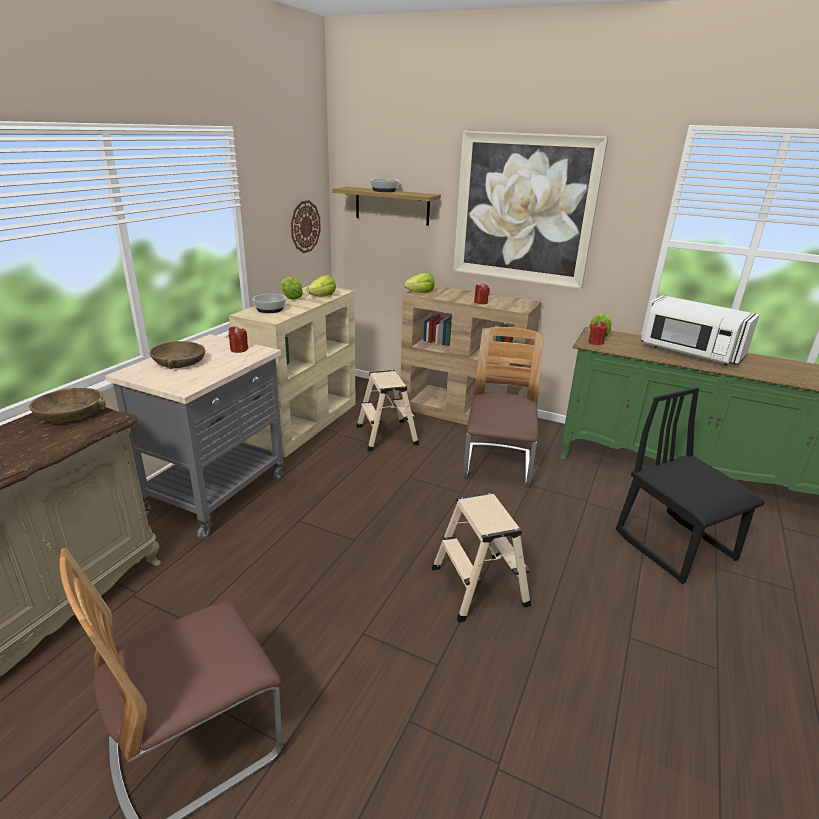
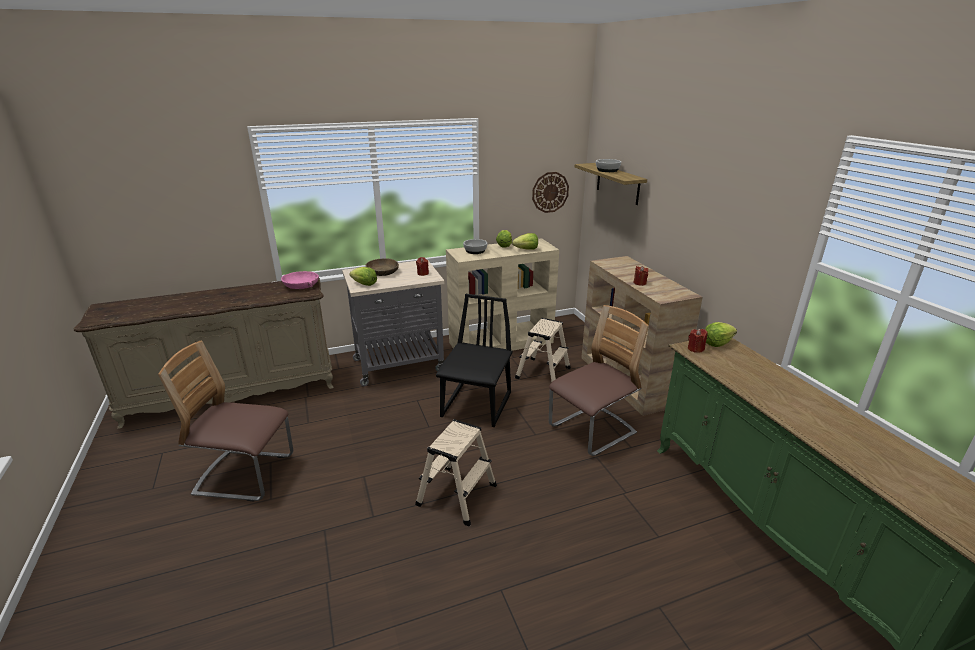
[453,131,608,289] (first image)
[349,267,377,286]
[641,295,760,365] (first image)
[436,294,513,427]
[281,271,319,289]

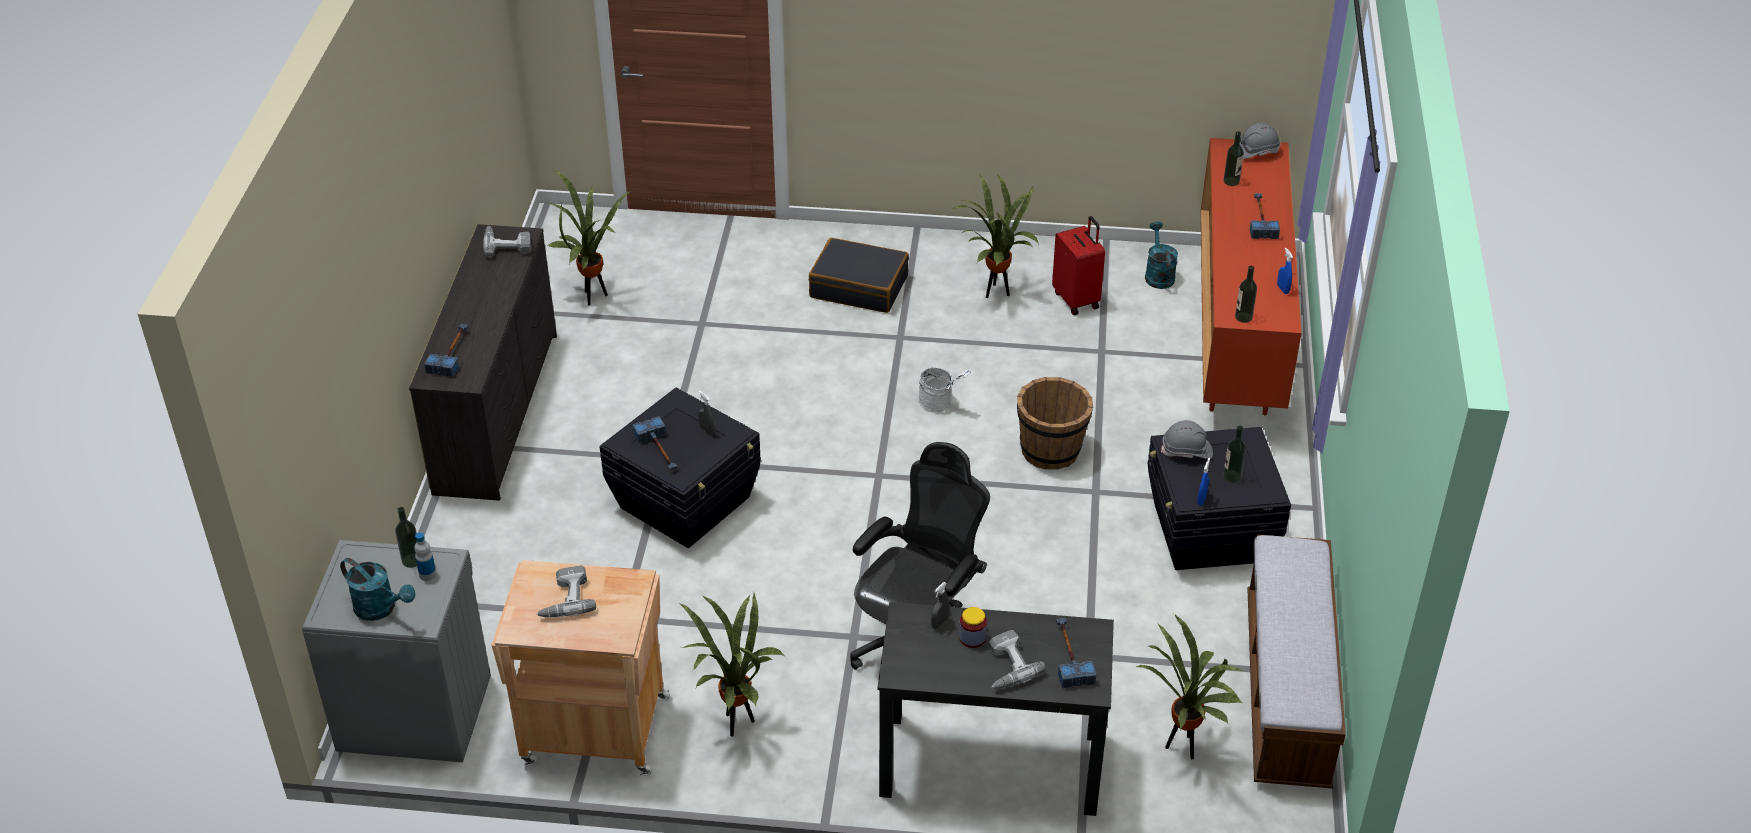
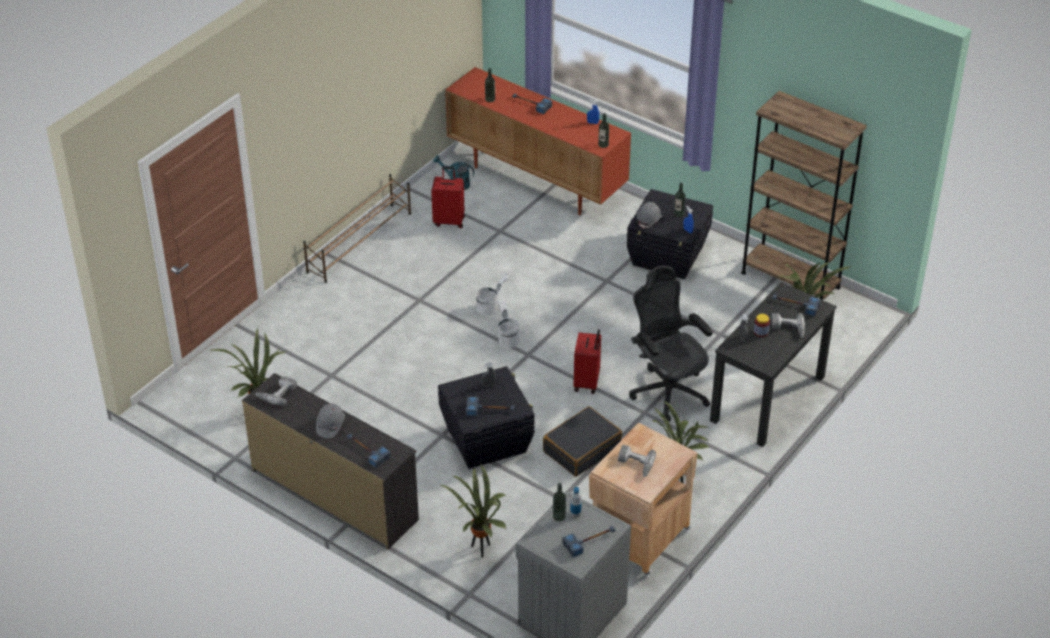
[316,404,345,438]
[441,463,507,558]
[543,406,622,477]
[1017,377,1093,469] (first image)
[741,91,867,300]
[563,526,615,557]
[303,174,411,283]
[498,300,519,348]
[574,329,601,394]

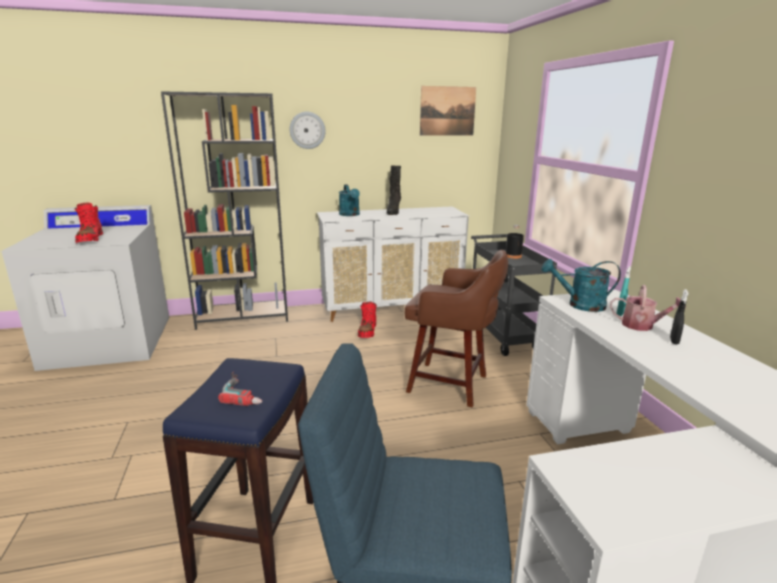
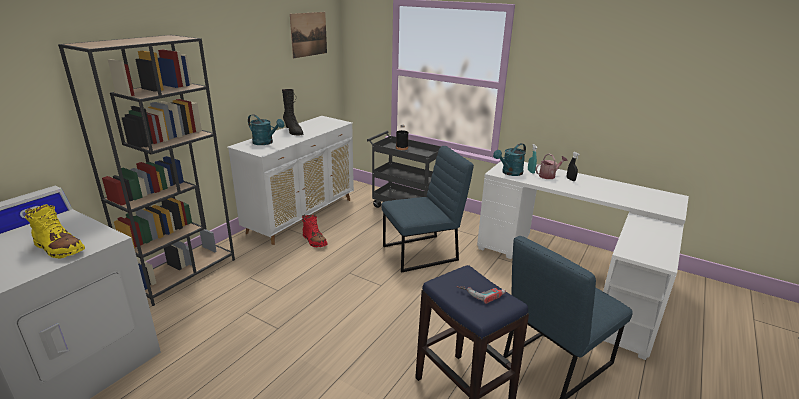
[289,112,326,149] (first image)
[25,204,85,259]
[381,146,474,272]

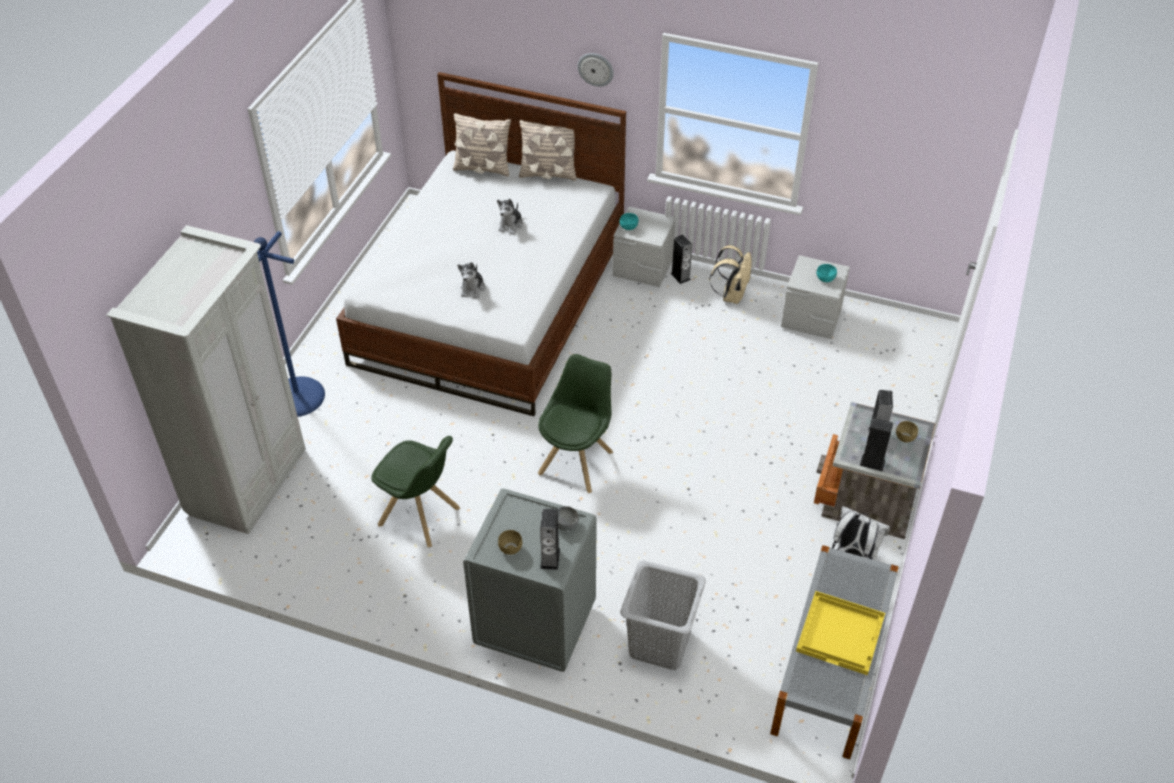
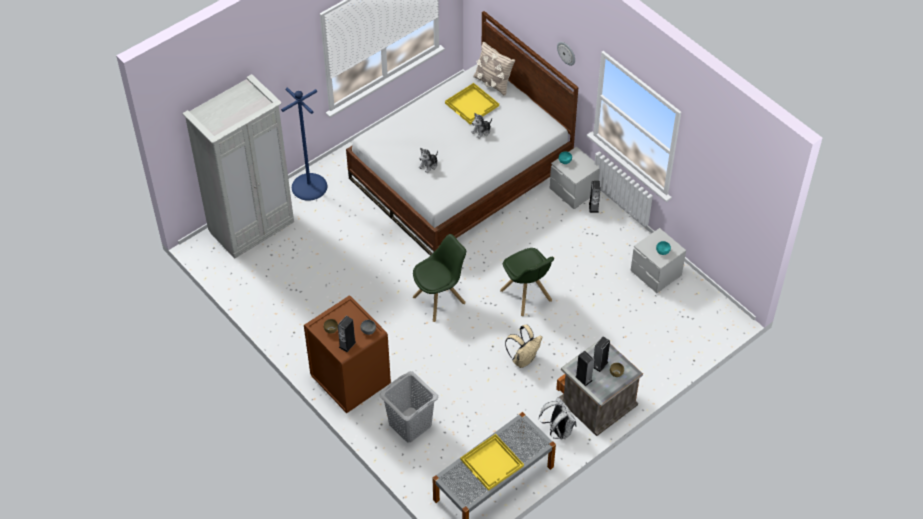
[519,120,577,181] (first image)
[505,325,542,368]
[500,248,554,316]
[304,295,391,413]
[445,83,499,125]

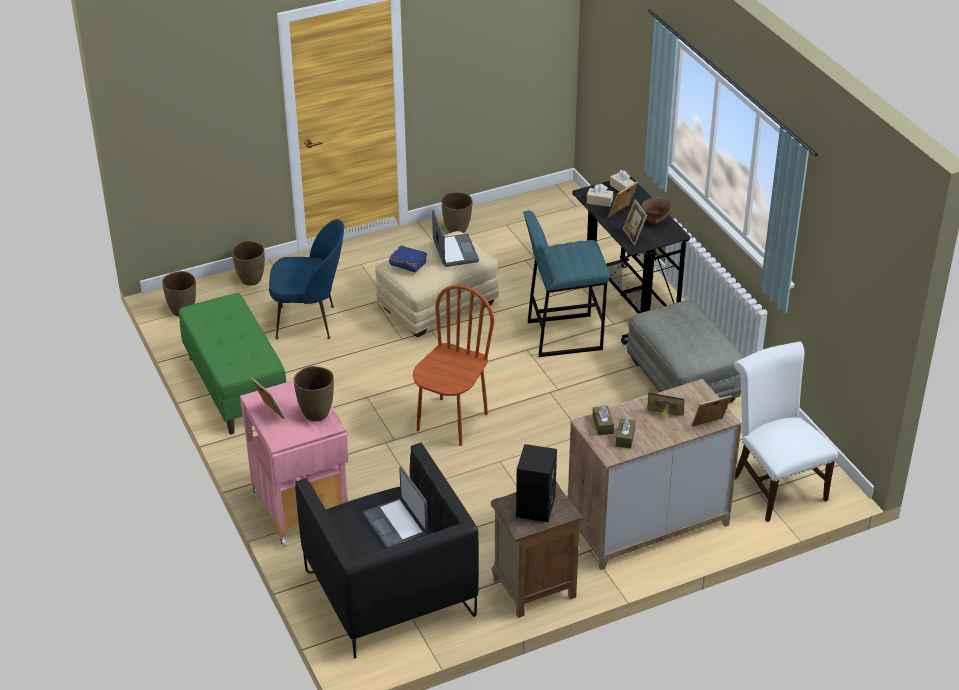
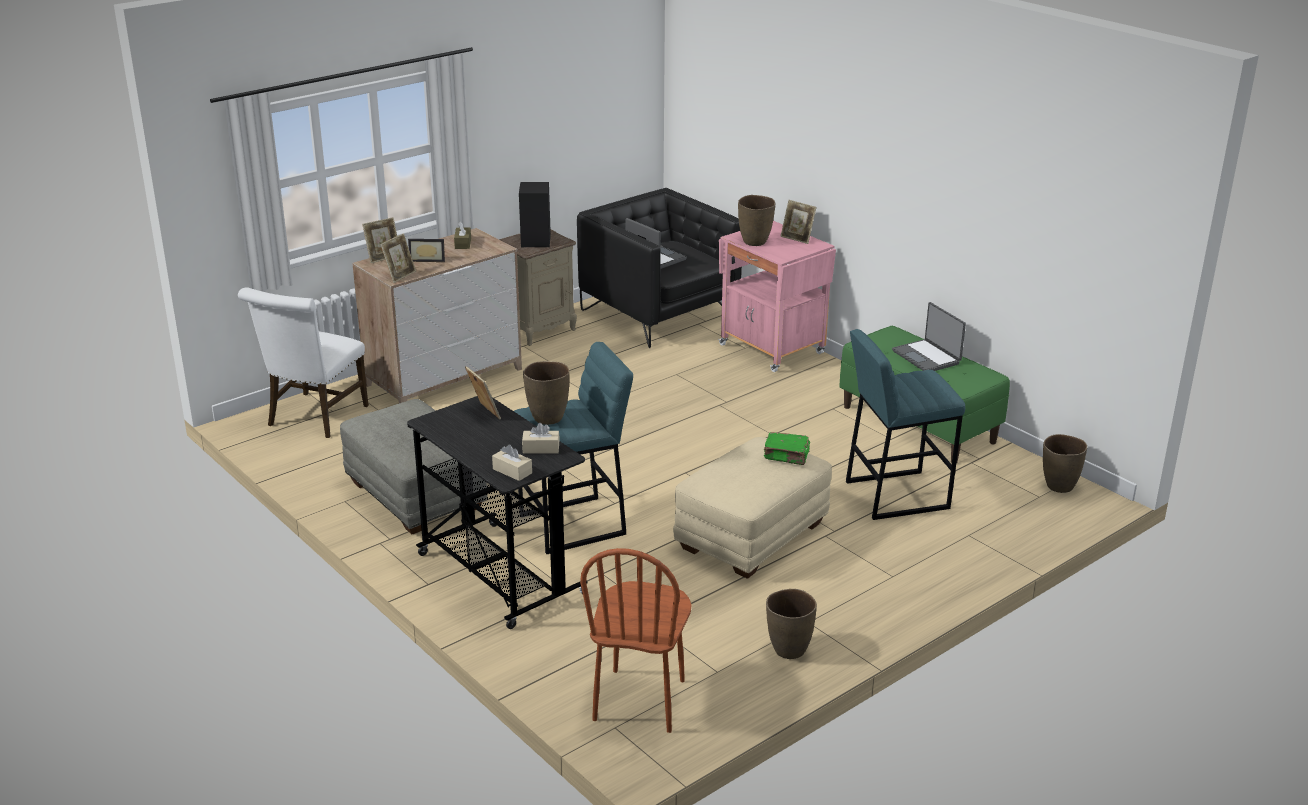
[381,233,416,283]
[642,197,671,224] (first image)
[892,302,966,371]
[846,329,965,520]
[523,361,570,425]
[764,432,810,465]
[580,548,692,733]
[238,287,369,438]
[592,404,614,435] (first image)

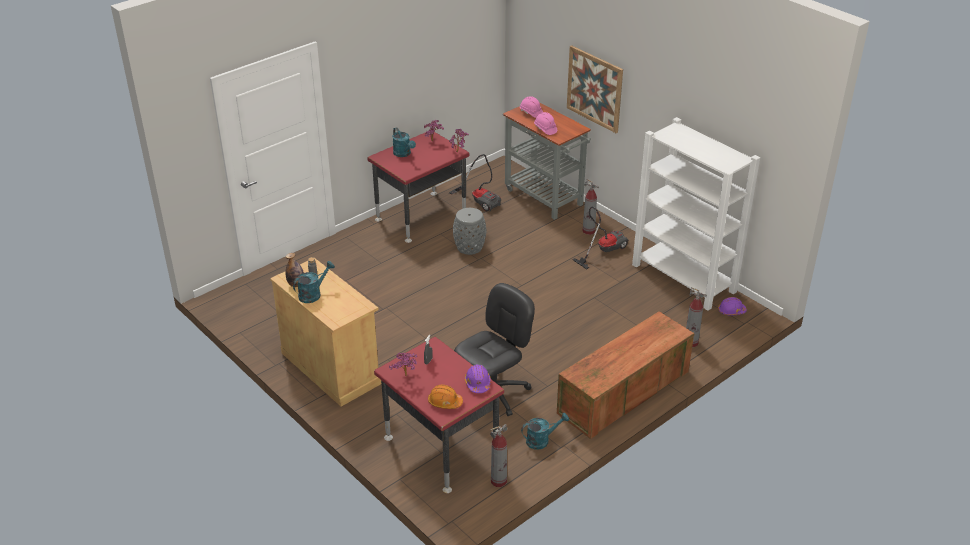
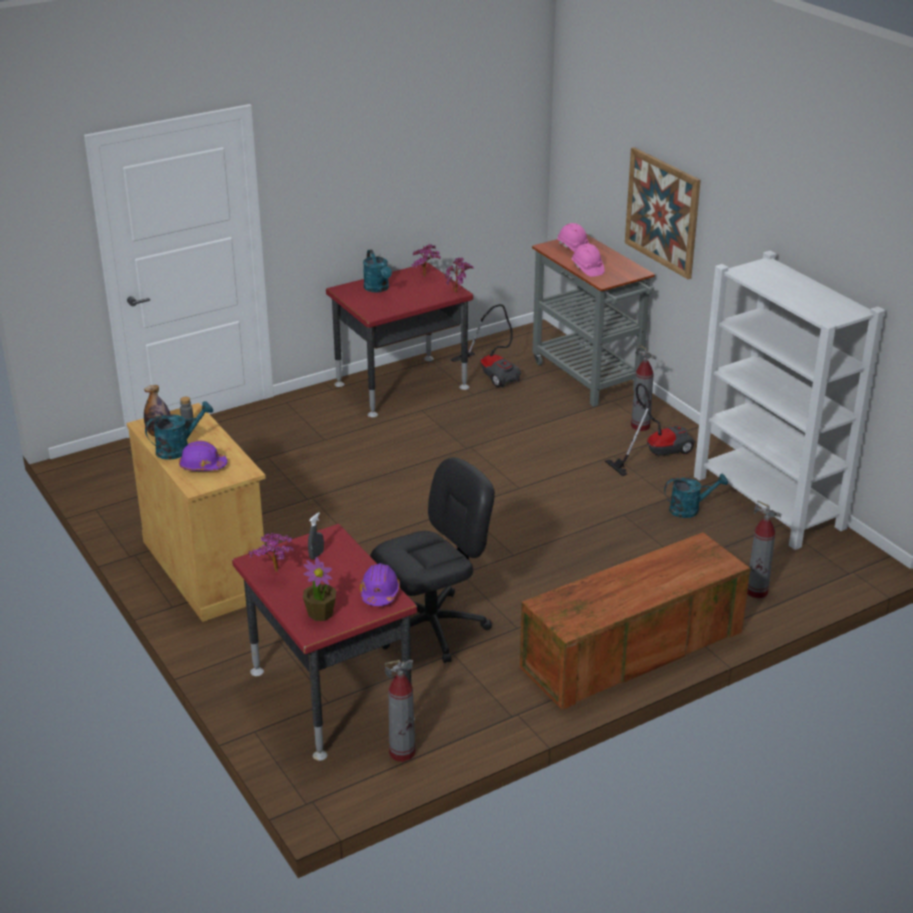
[453,208,486,255] (first image)
[179,441,228,471]
[303,557,336,621]
[664,474,728,518]

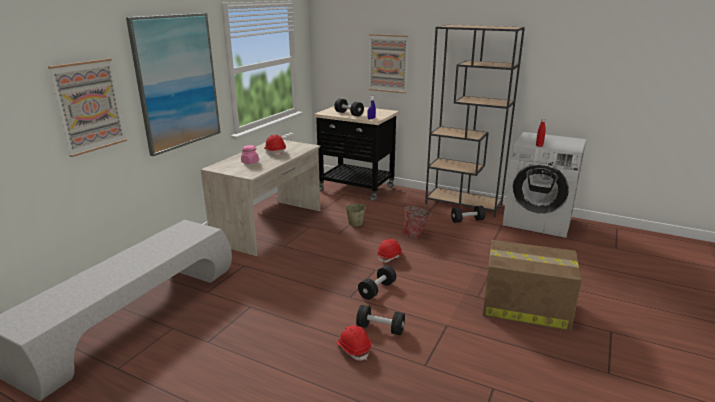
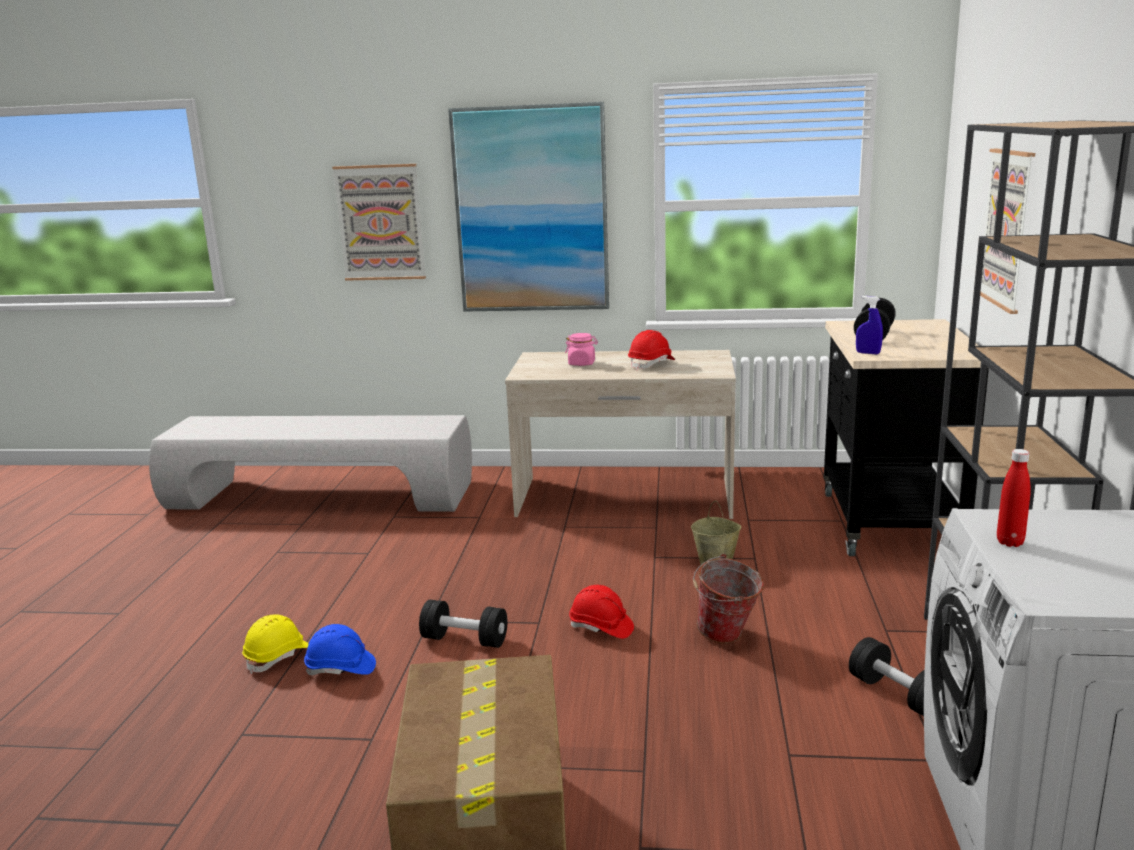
[304,624,376,675]
[242,614,309,674]

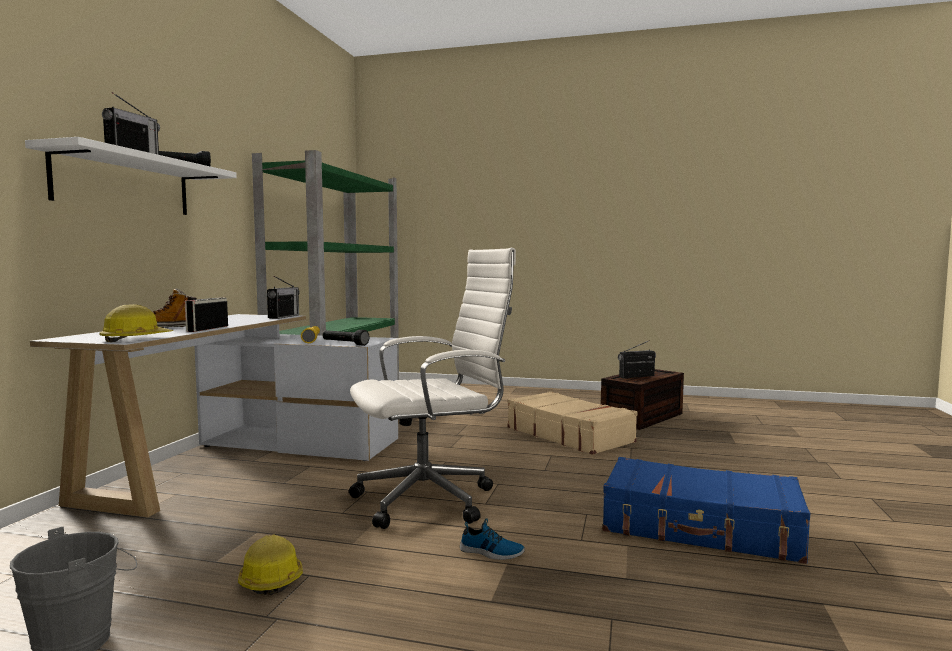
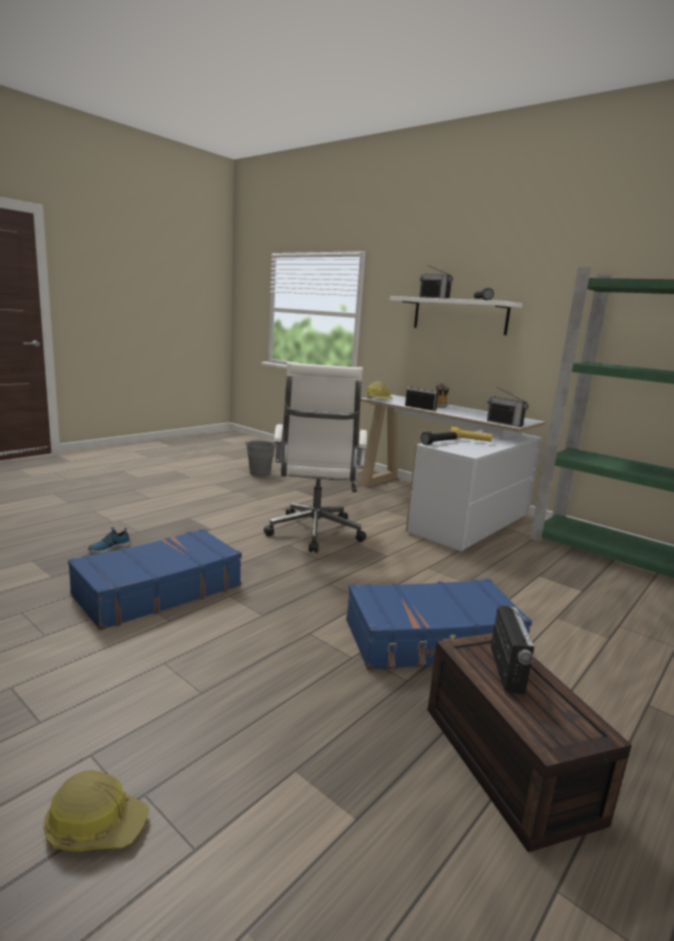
[346,579,532,670]
[88,527,131,553]
[43,770,149,851]

